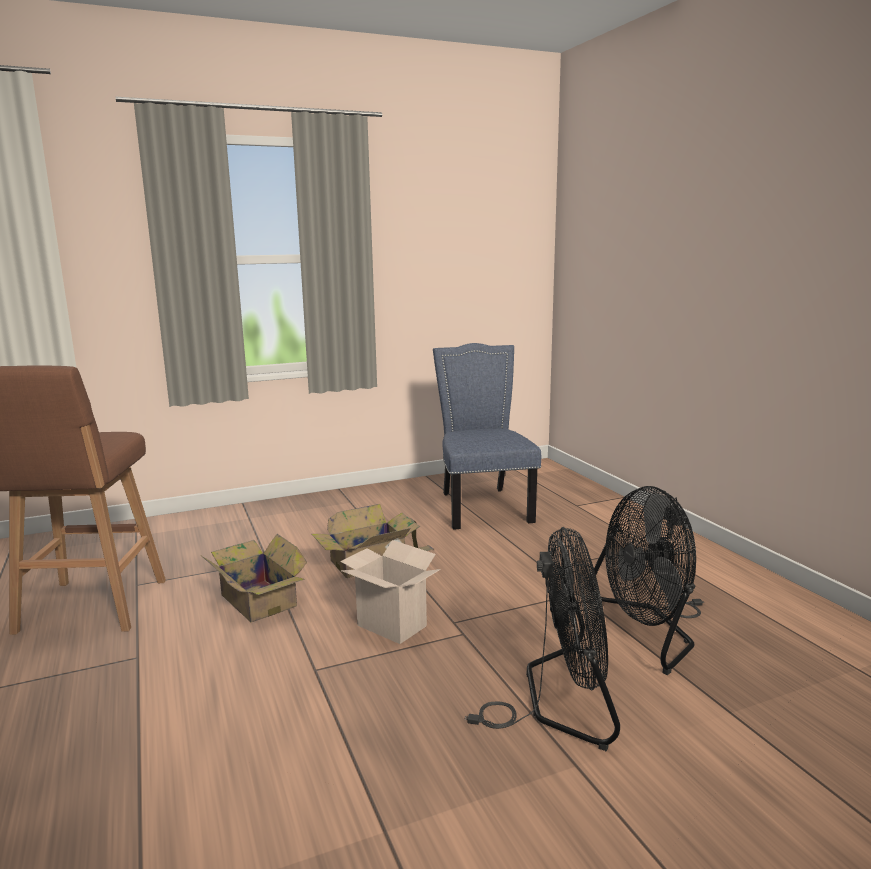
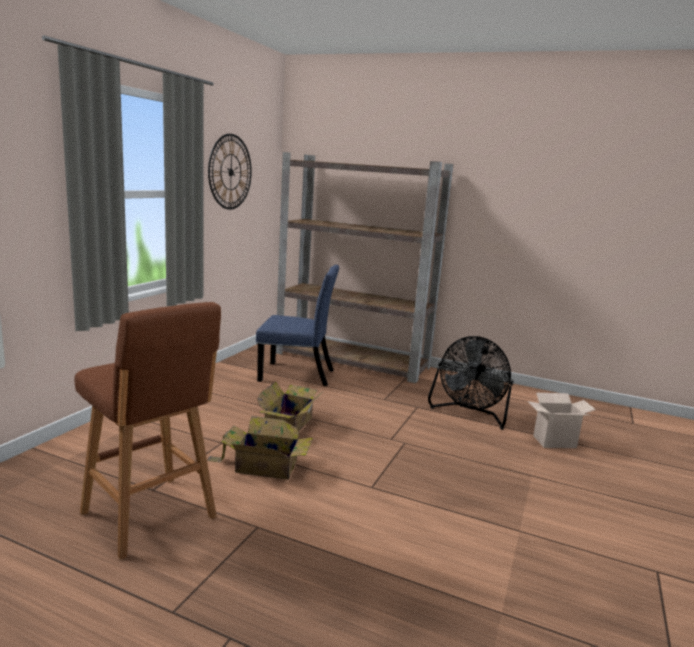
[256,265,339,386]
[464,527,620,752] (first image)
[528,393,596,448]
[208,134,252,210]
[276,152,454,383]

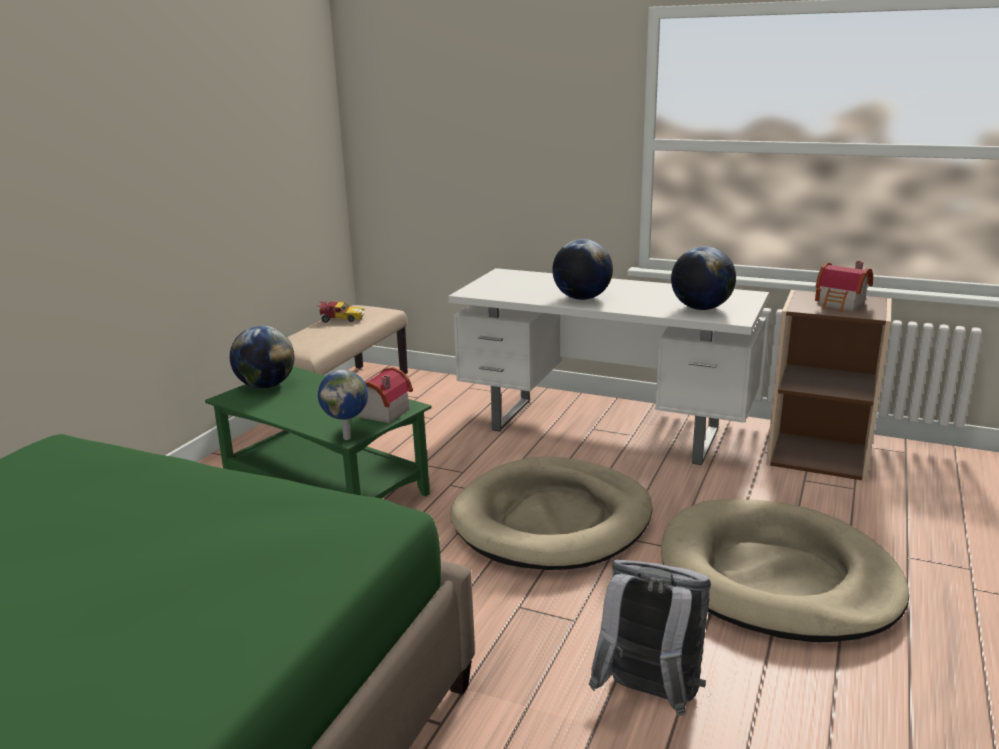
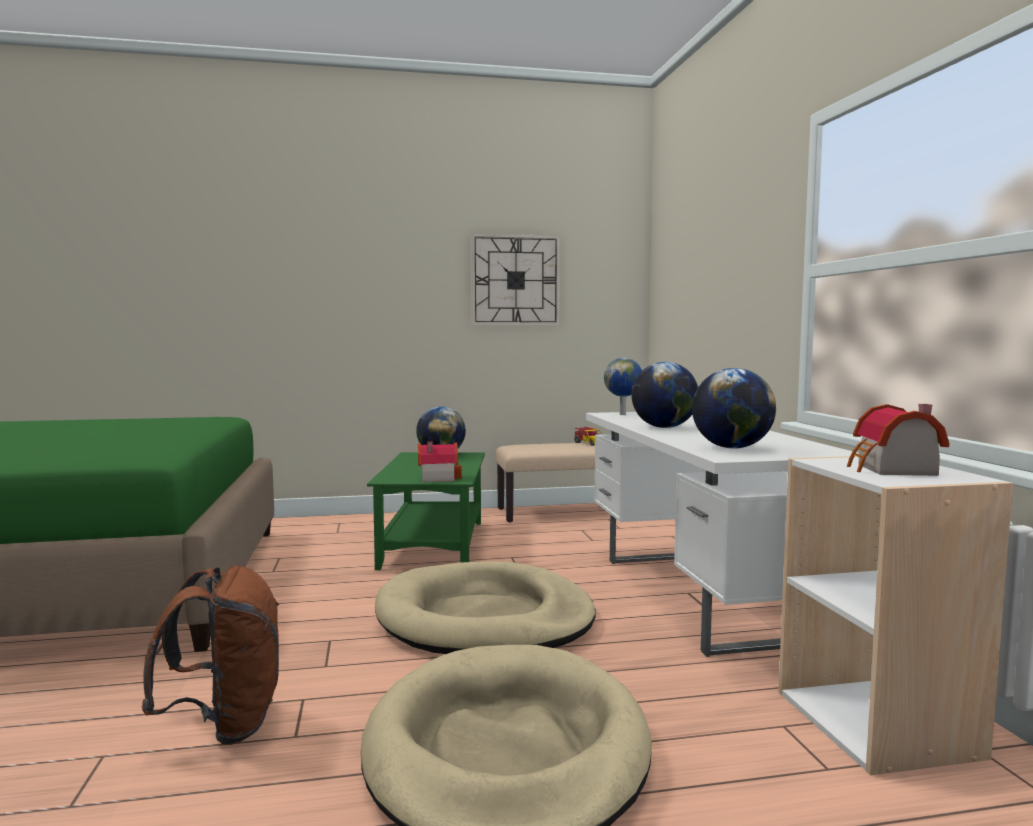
[778,456,1013,775]
[604,358,642,415]
[141,566,279,745]
[471,233,560,326]

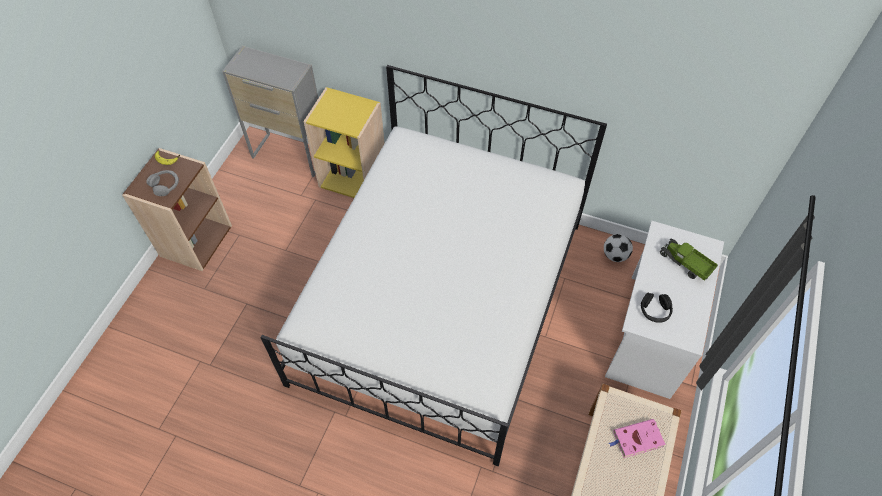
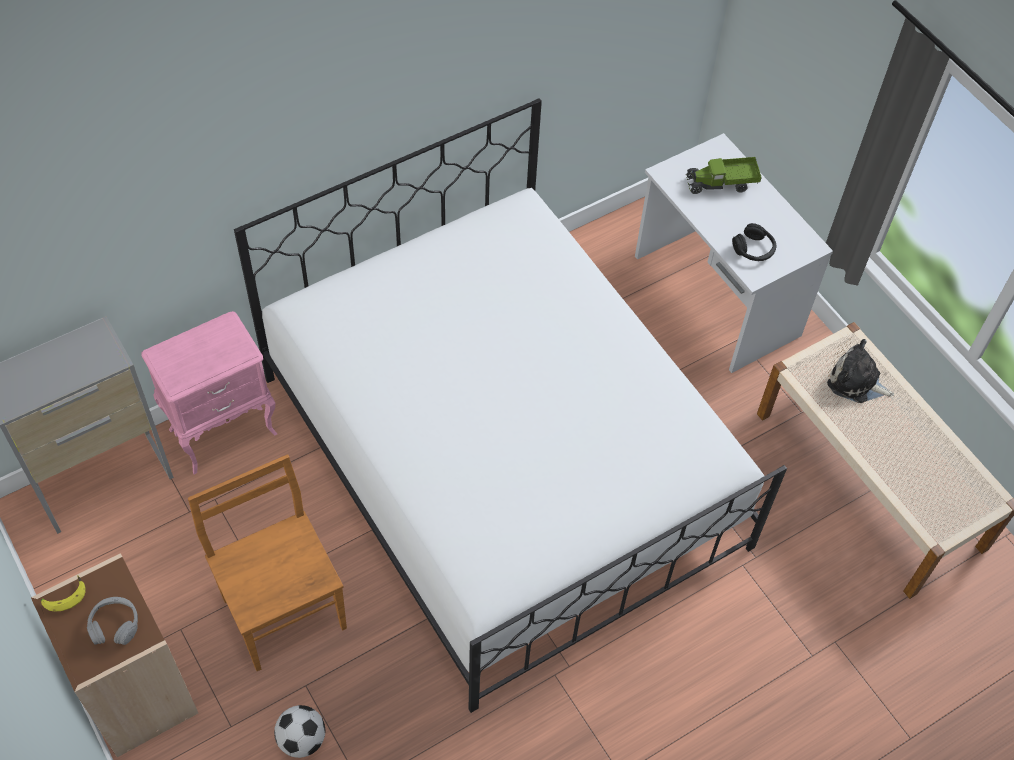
[141,311,277,475]
[274,705,326,758]
[827,339,894,403]
[188,455,347,671]

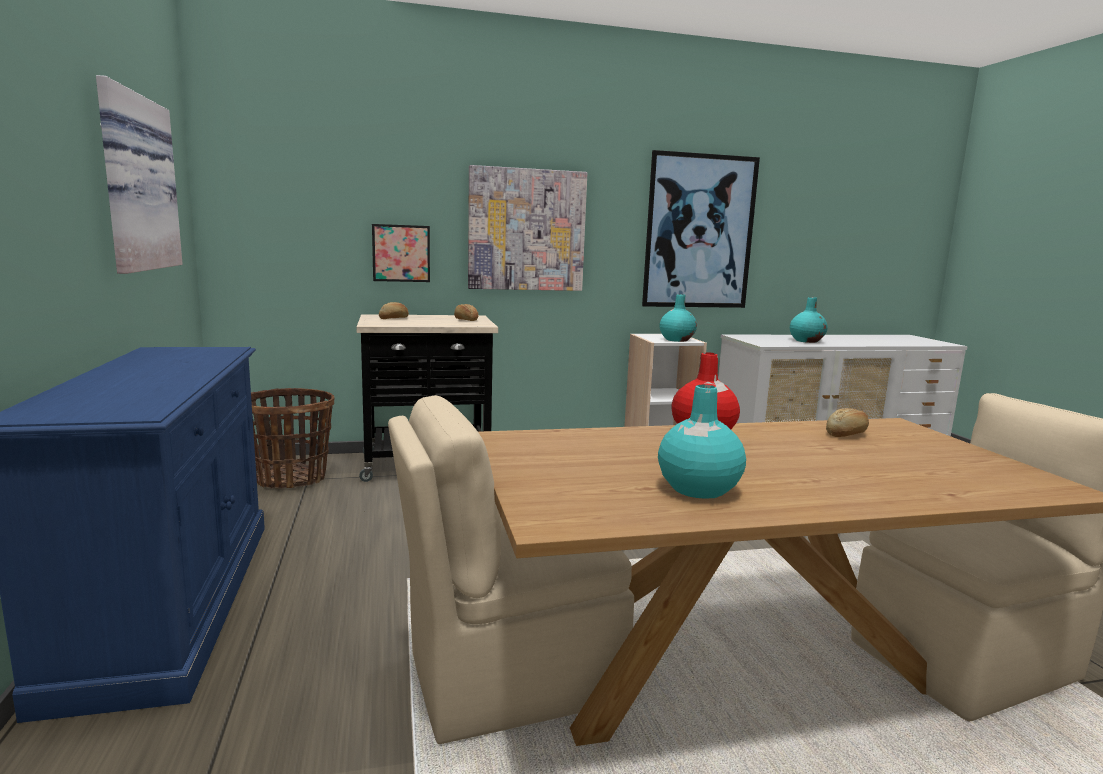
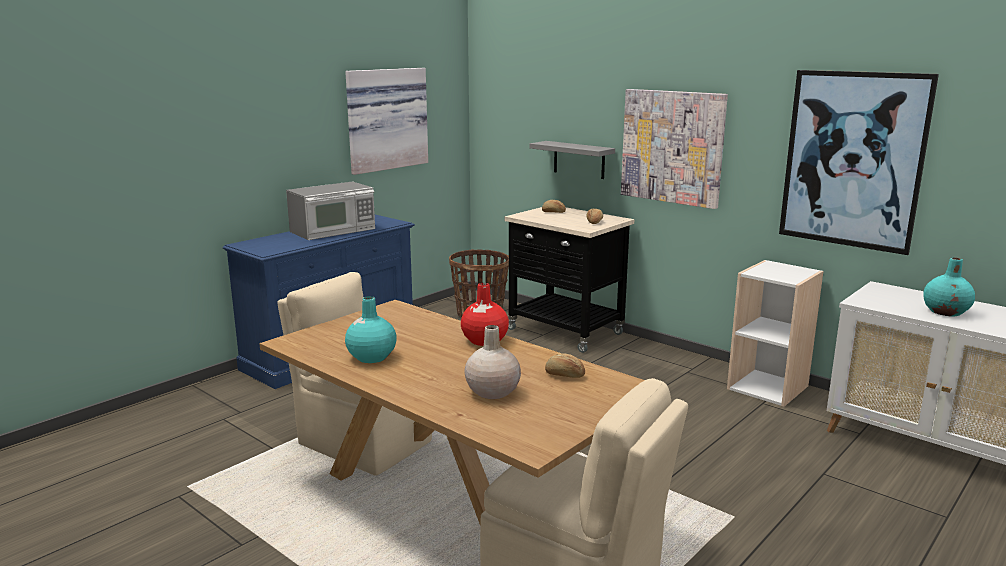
[530,141,615,179]
[659,294,697,342] (first image)
[286,182,375,240]
[465,325,521,399]

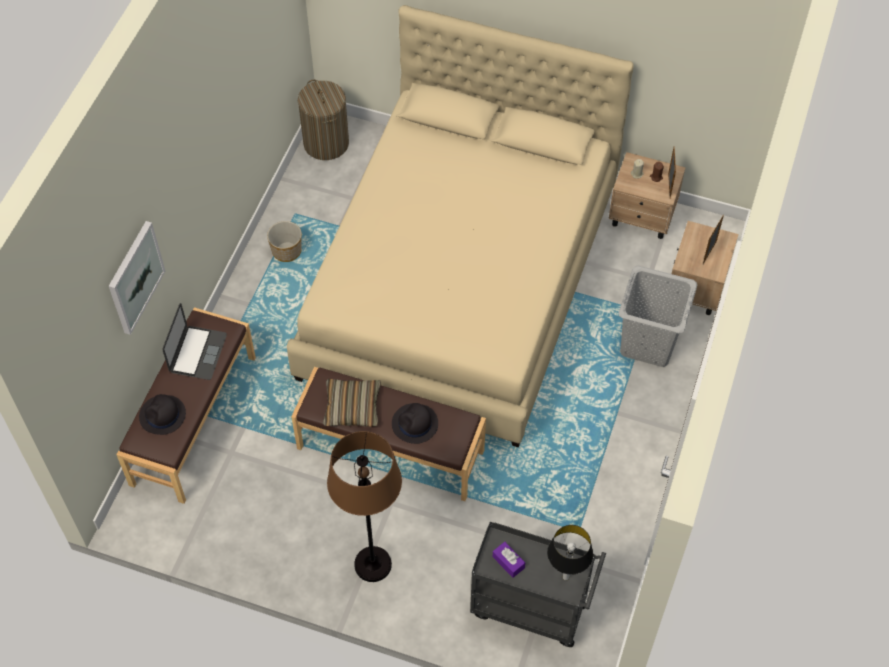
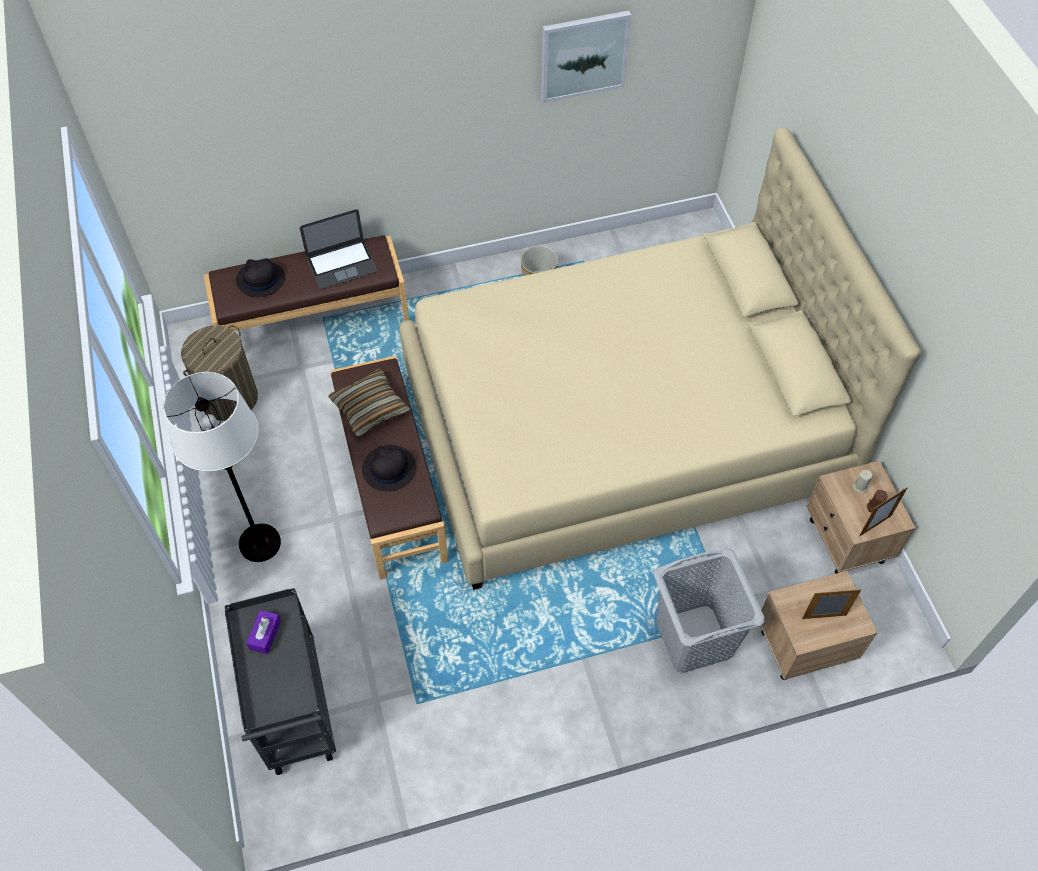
[181,325,258,421]
[541,11,631,103]
[163,372,281,562]
[547,525,593,580] (first image)

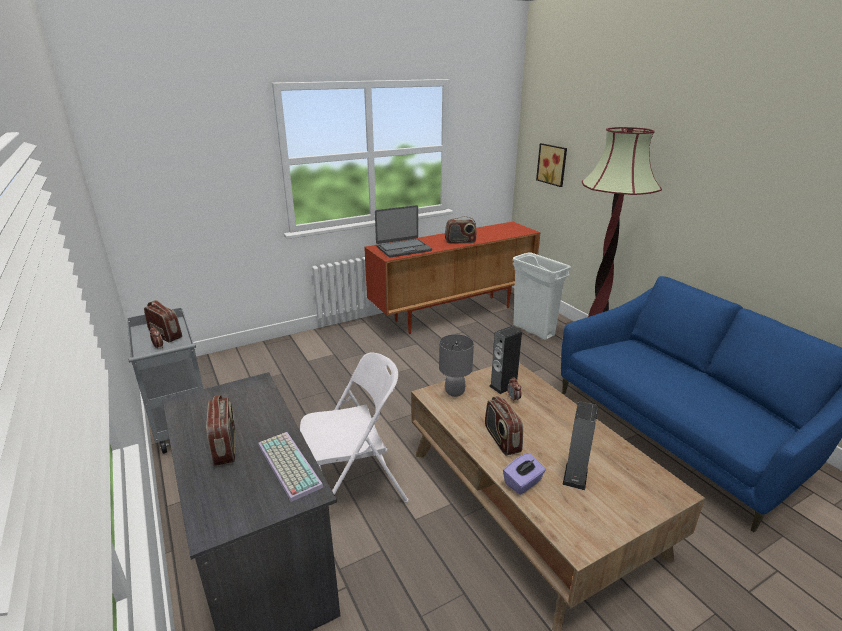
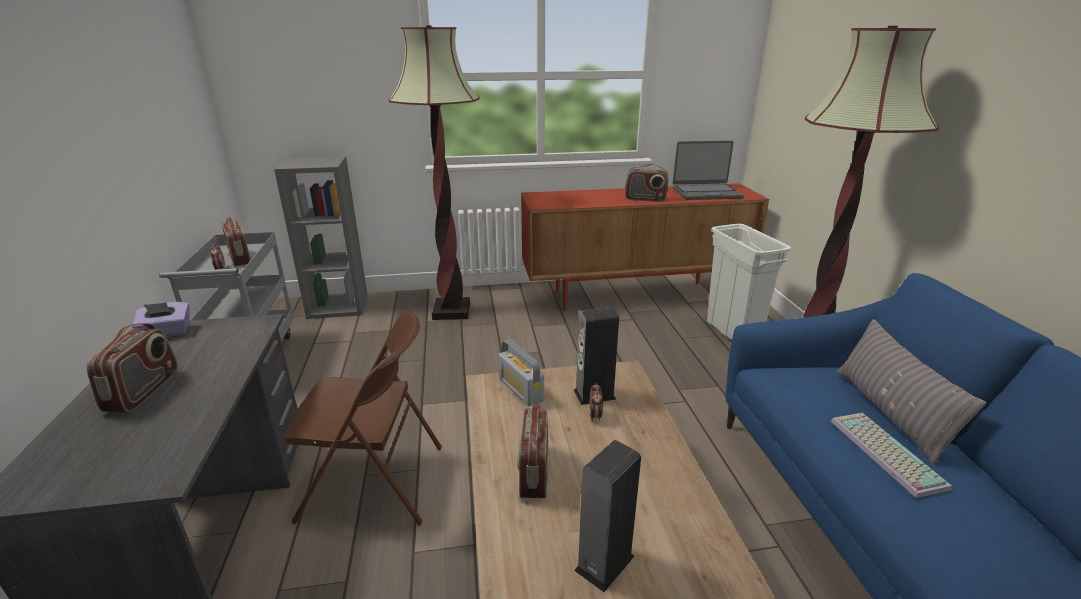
[536,143,567,187] (first image)
[673,141,744,200]
[498,340,544,406]
[284,311,442,526]
[831,413,952,498]
[132,302,190,337]
[389,25,480,320]
[274,156,368,319]
[836,319,987,466]

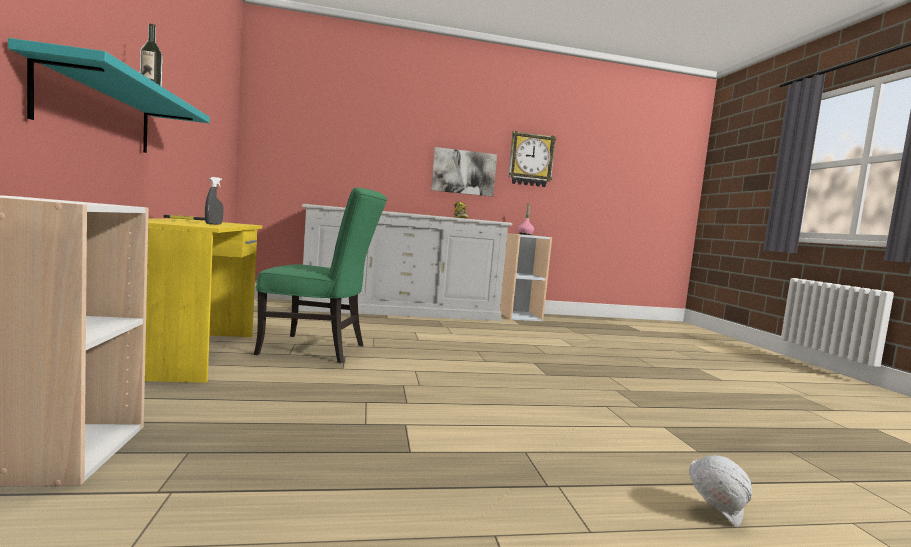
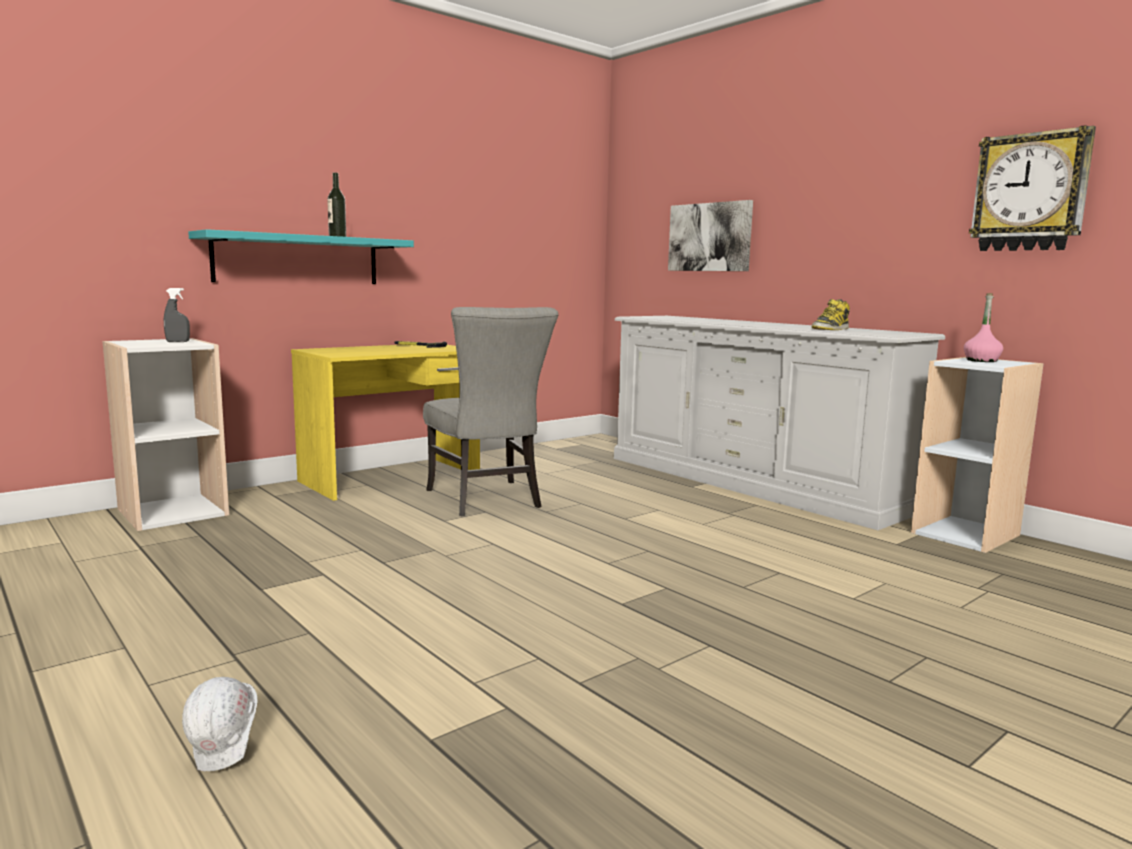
[668,200,753,271]
[164,288,190,342]
[423,307,559,516]

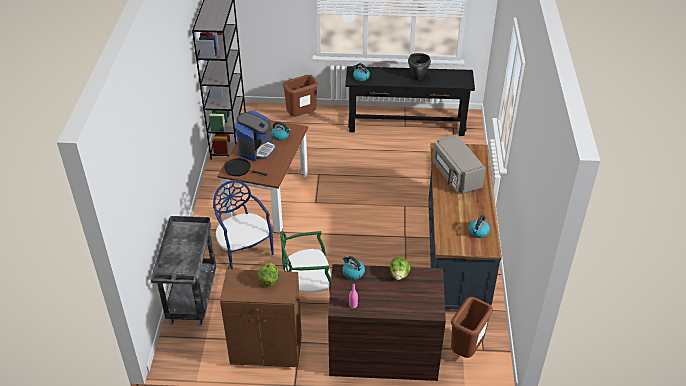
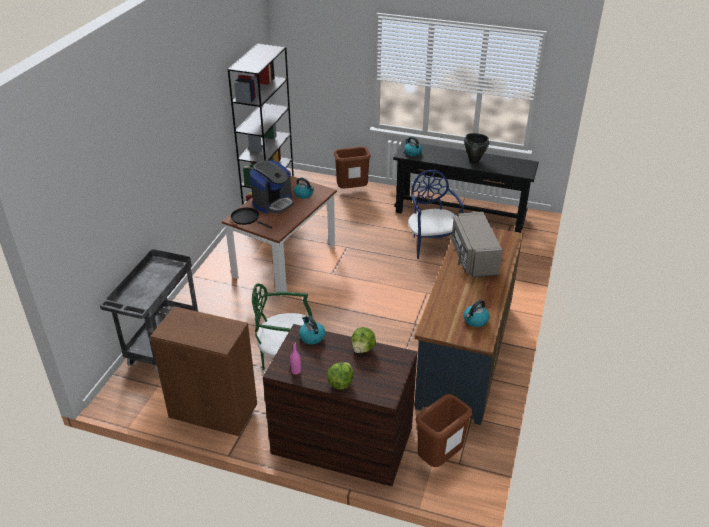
[408,170,465,259]
[327,362,353,390]

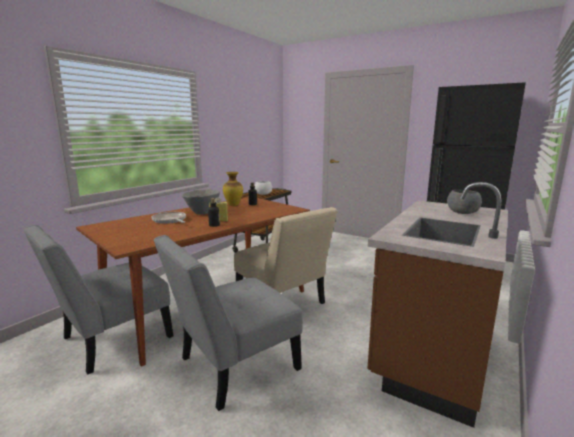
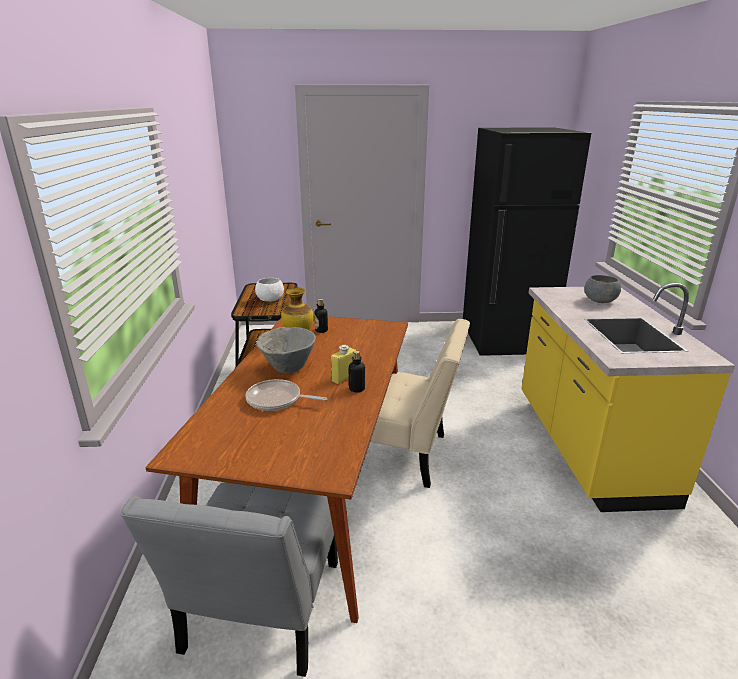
[522,283,735,512]
[154,235,303,411] (first image)

